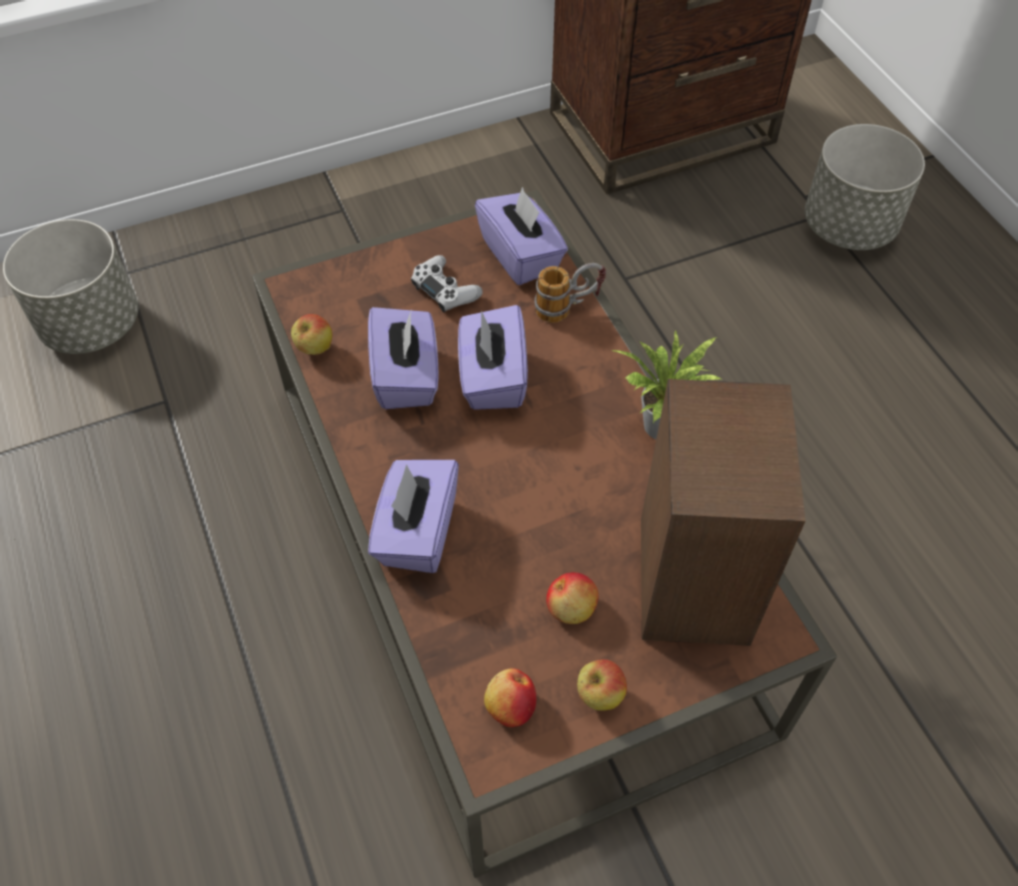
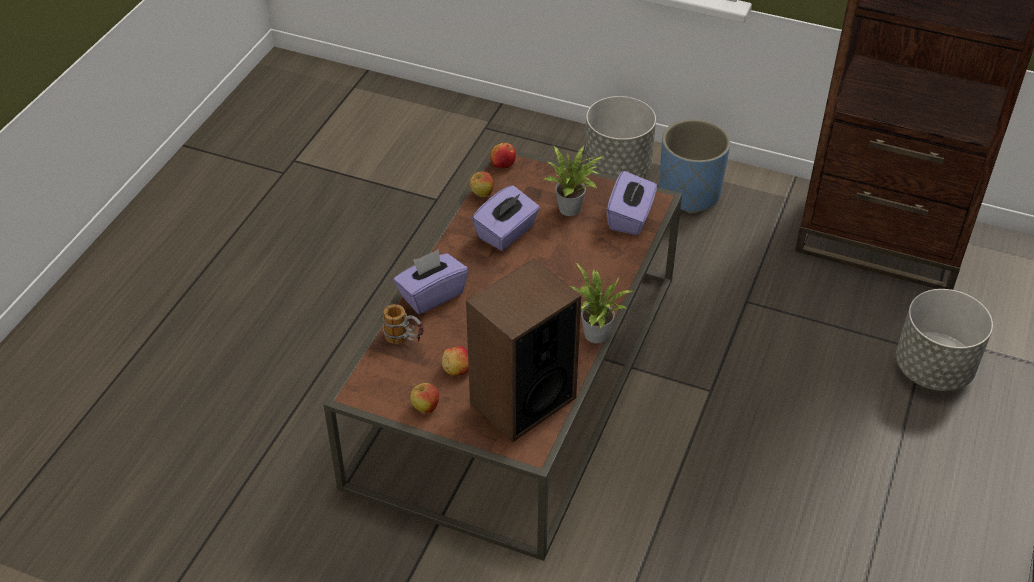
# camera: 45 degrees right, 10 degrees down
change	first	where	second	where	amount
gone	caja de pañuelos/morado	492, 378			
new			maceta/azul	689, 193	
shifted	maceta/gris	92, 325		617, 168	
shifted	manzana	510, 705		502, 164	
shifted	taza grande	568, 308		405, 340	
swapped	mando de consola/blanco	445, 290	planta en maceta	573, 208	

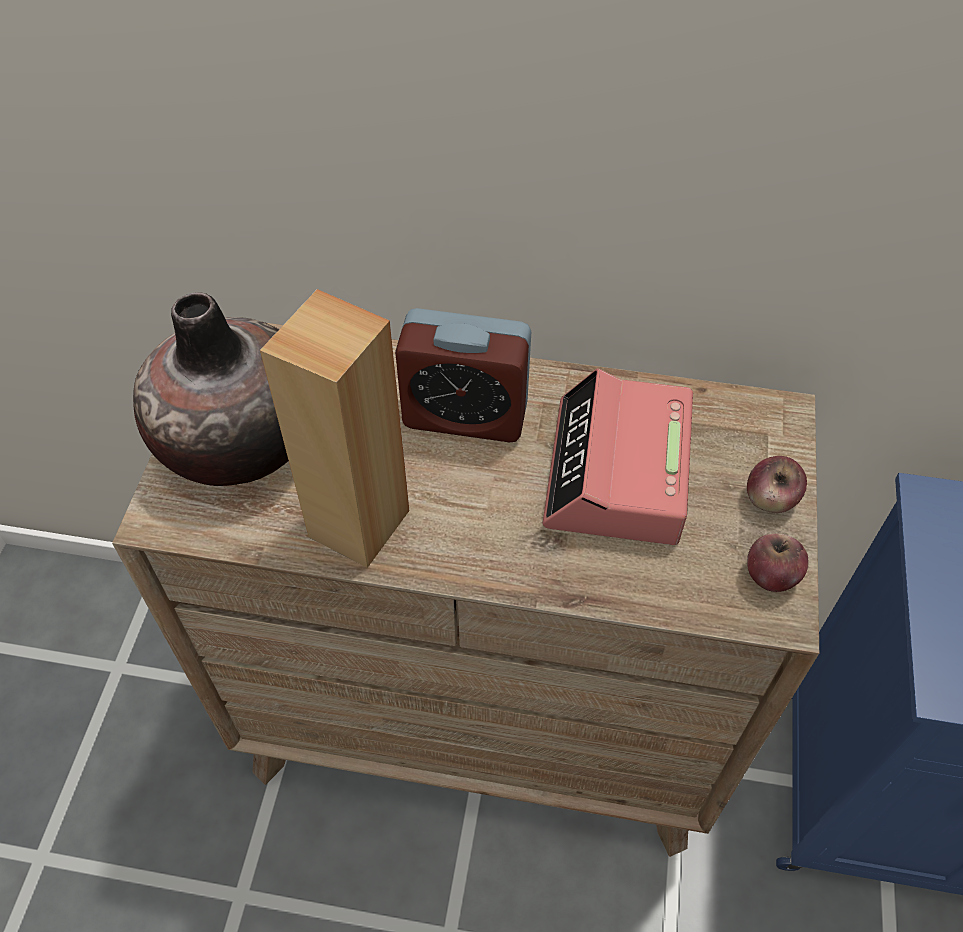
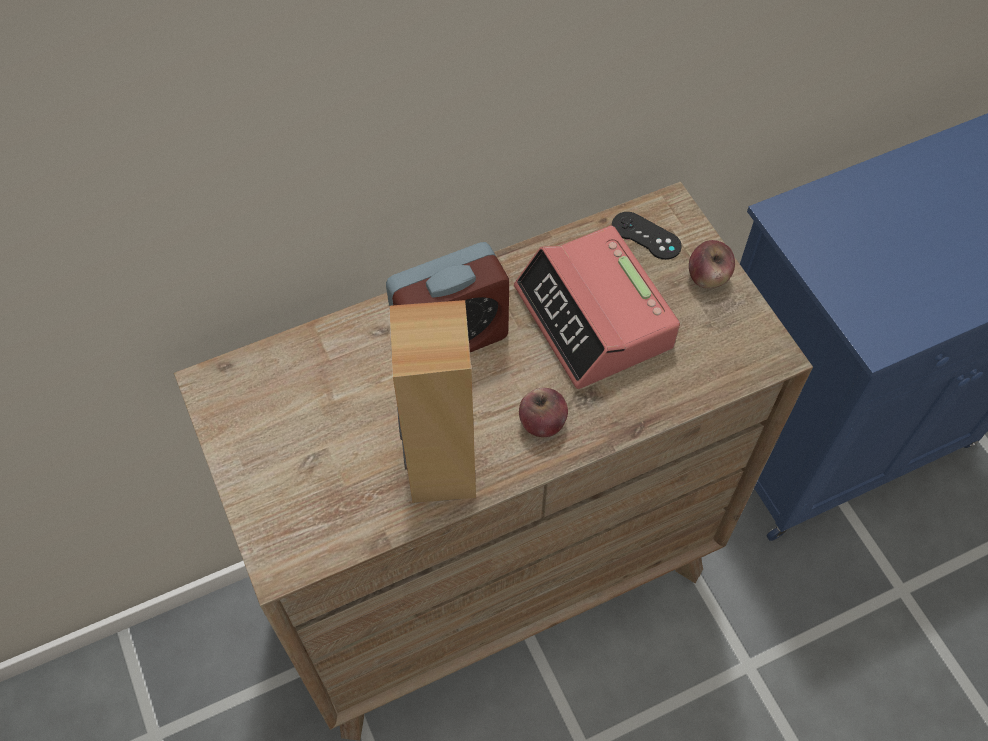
# camera: 35 degrees left, 5 degrees up
change	first	where	second	where	amount
gone	florero	239, 442			
new			mando de consola/negro	646, 236	
shifted	manzana	771, 575		542, 422	

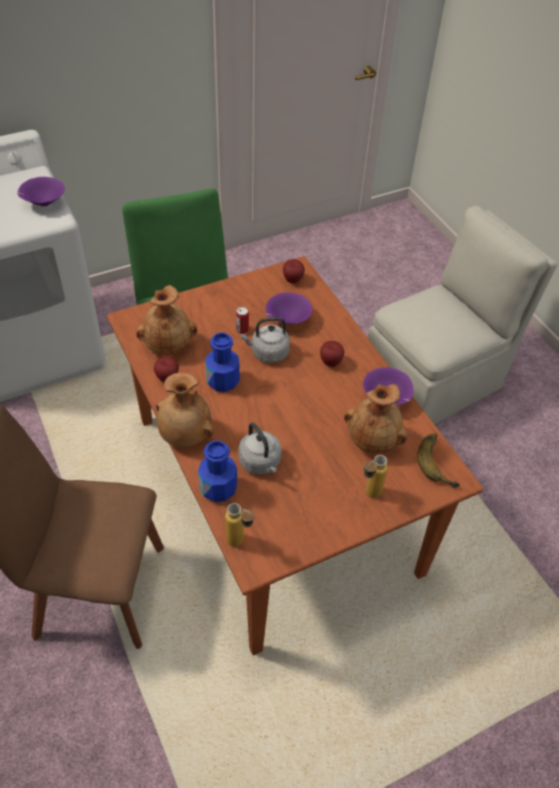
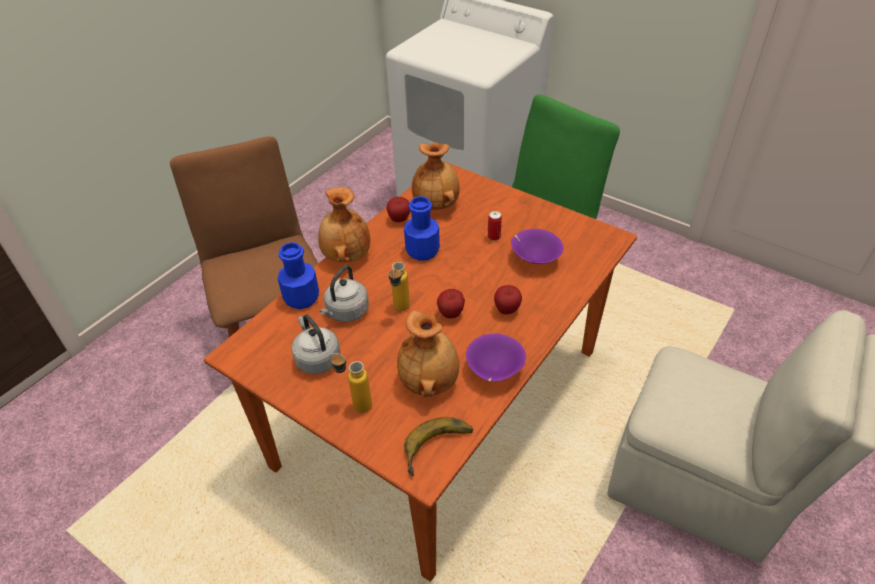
# camera: 65 degrees right, 5 degrees down
change	first	where	second	where	amount
gone	cuenco/morado	43, 203			
shifted	botella	240, 543		400, 311	
shifted	hervidor/gris	267, 353		317, 358	
shifted	manzana	293, 280		451, 314	

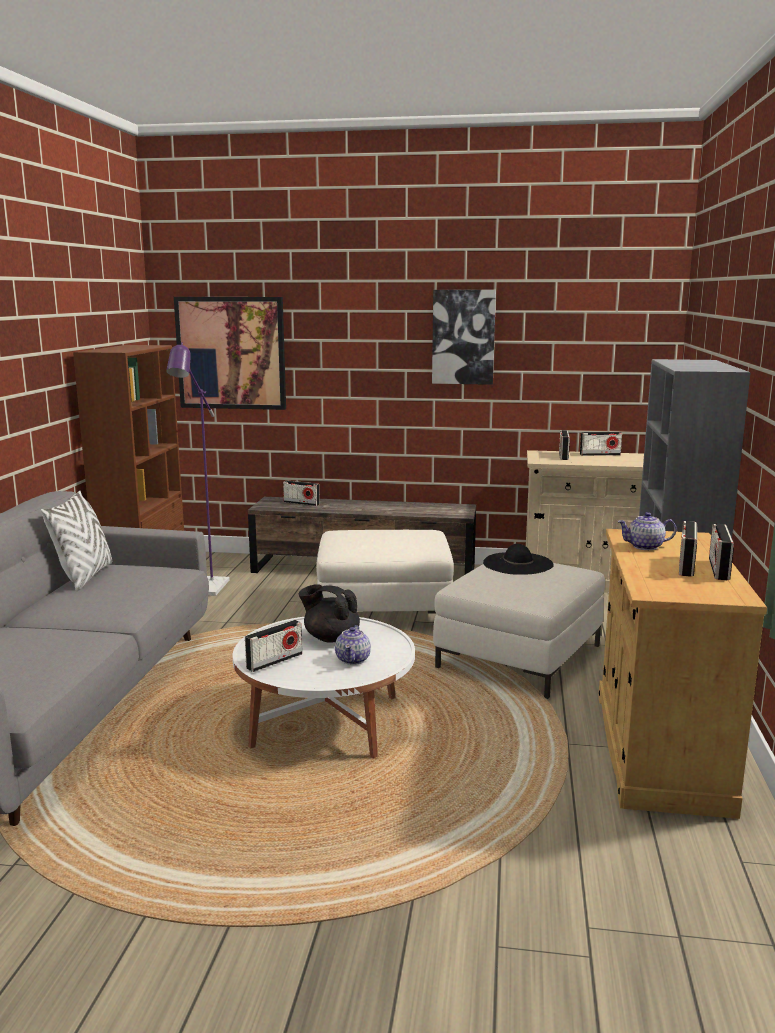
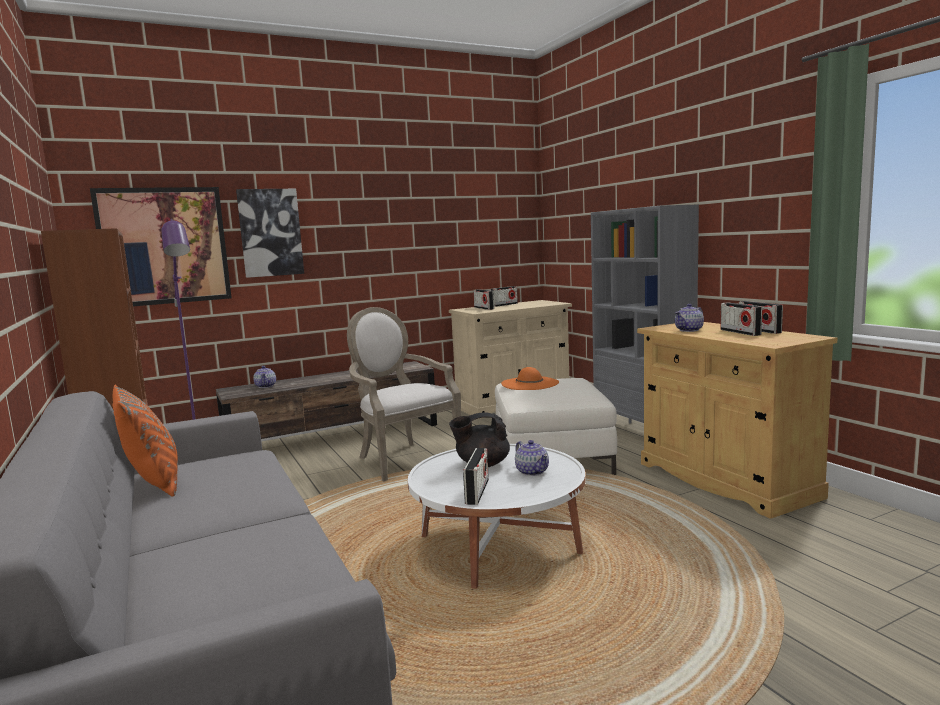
# camera: 35 degrees left, 5 degrees down
change	first	where	second	where	amount
shifted	cuadro	463, 337		270, 232	
swapped	radio	301, 503	tetera	266, 386	
swapped	puf/blanco	384, 611	sillón	403, 458	
repainted	cojín/blanco	84, 577	cojín/naranja	153, 484	
repainted	sombrero/negro	518, 564	sombrero/naranja	530, 383	

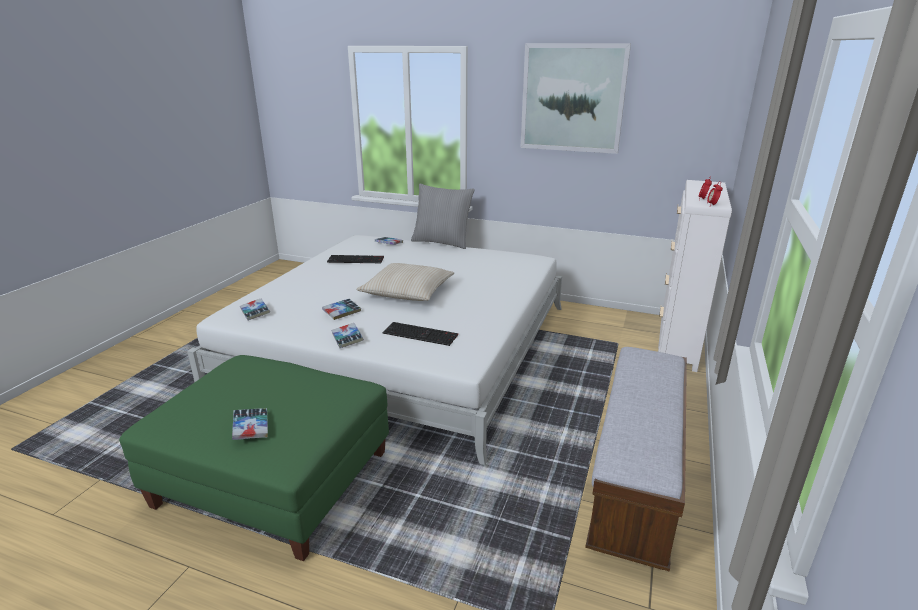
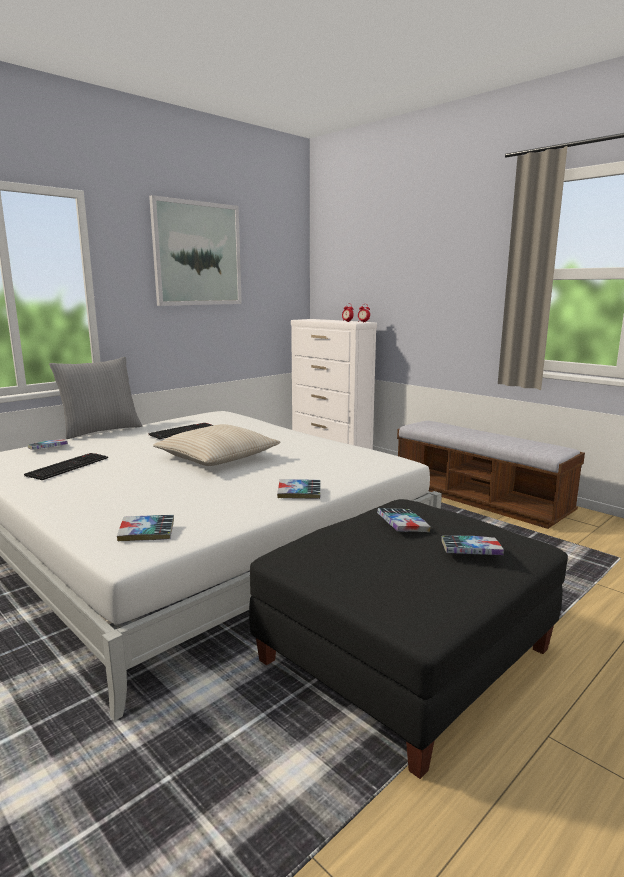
# camera: 65 degrees left, 10 degrees down
change	first	where	second	where	amount
shifted	libro	342, 312		402, 525	
shifted	teclado	421, 334		183, 431	
repainted	puf/verde	274, 478	puf/negro	405, 655	

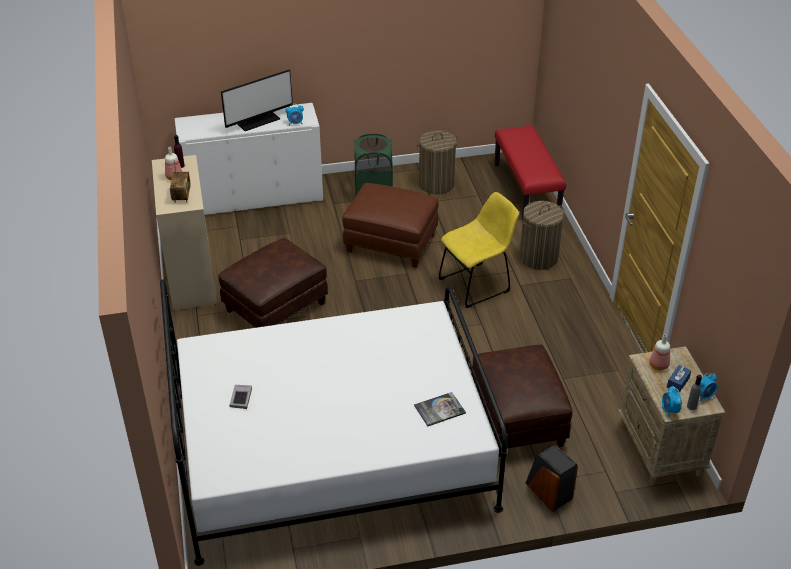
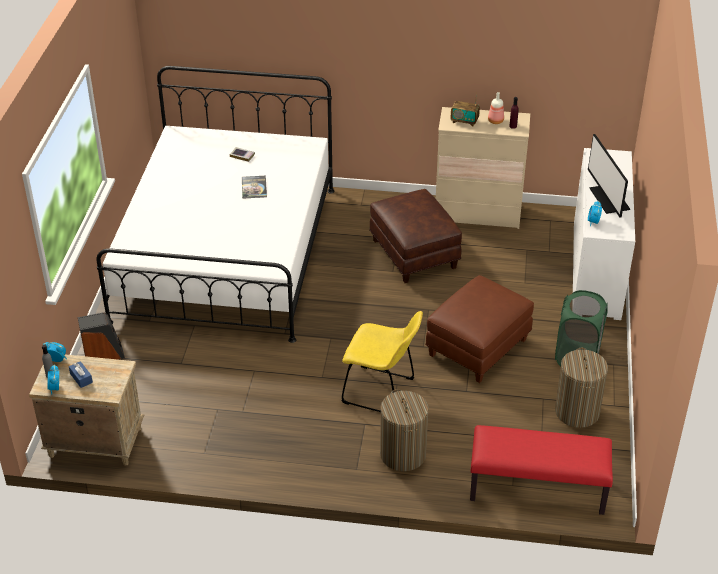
# camera: 110 degrees right, 0 degrees up
change	first	where	second	where	amount
gone	puf/marrón	516, 419			
gone	botella	659, 364			
shifted	libro	439, 409		254, 187	
rotated	silla/amarillo	477, 284		382, 392	60 degrees counterclockwise

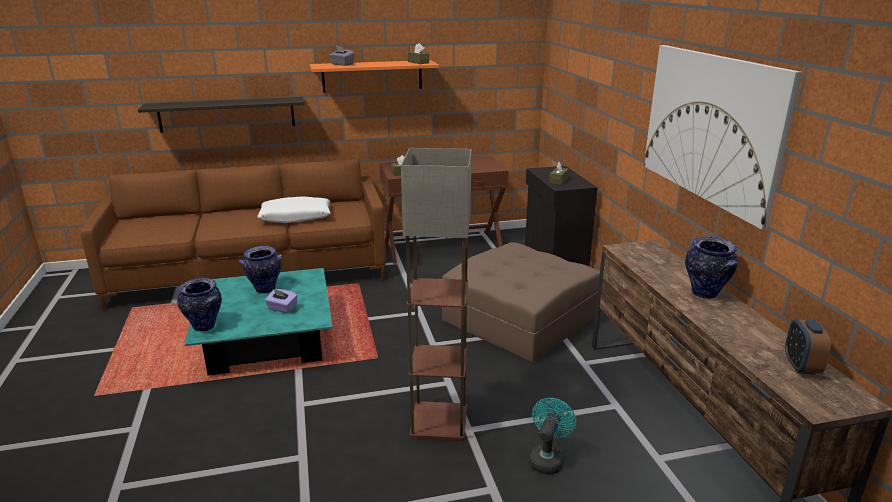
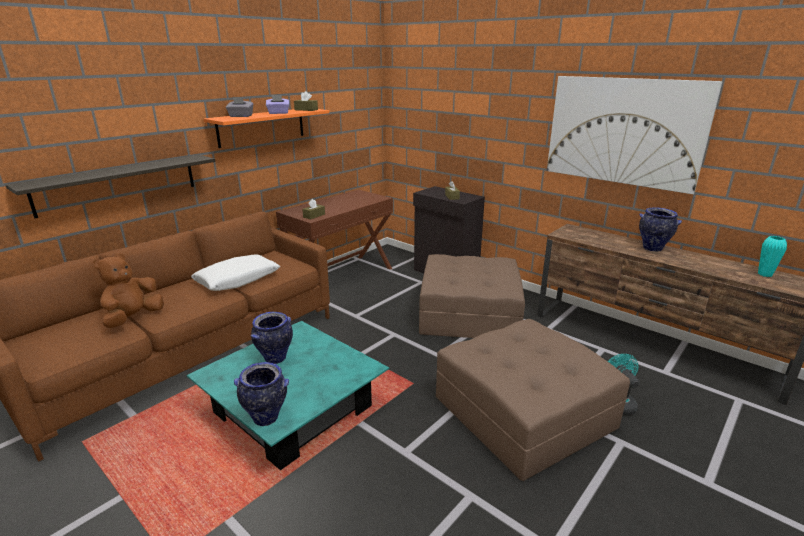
# camera: 35 degrees left, 0 degrees up
change	first	where	second	where	amount
new			peluche/marrón	133, 318	
shifted	caja de pañuelos/morado	282, 308		278, 113	
swapped	lámpara de pie	440, 421	puf/marrón	524, 411	
swapped	despertador	801, 366	florero/turquesa	764, 274	

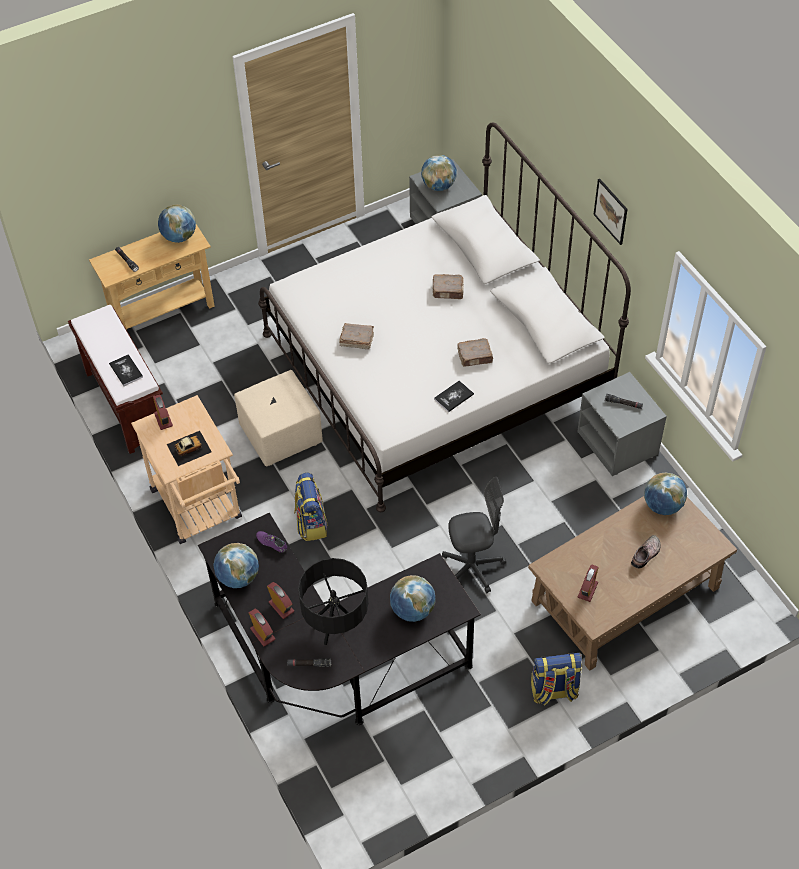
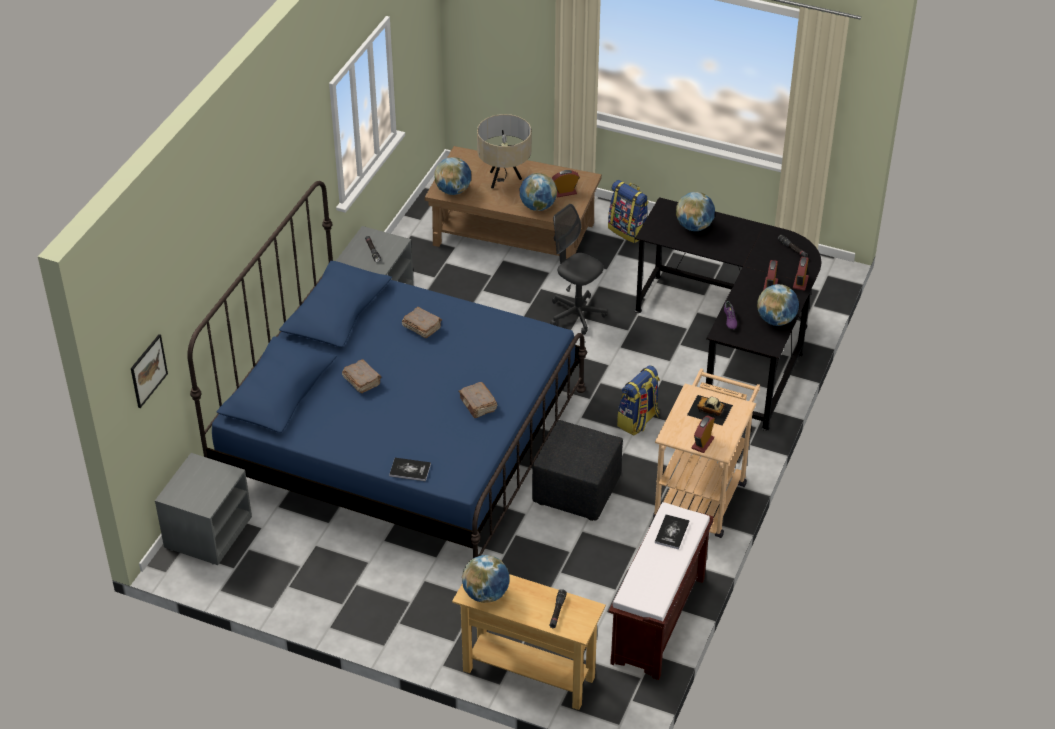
# camera: 130 degrees left, 10 degrees down
change	first	where	second	where	amount
gone	lámpara de mesa/negro	336, 627			
shifted	globo terráqueo	439, 185		537, 206	
shifted	libro	453, 397		410, 470	
shifted	cuadro	611, 211		148, 370	
swapped	zapato	646, 554	lámpara de mesa/beis	504, 180	
repainted	puf/beis	282, 436	puf/negro	576, 491	
repainted	cama/blanco	435, 367	cama/azul	400, 439	

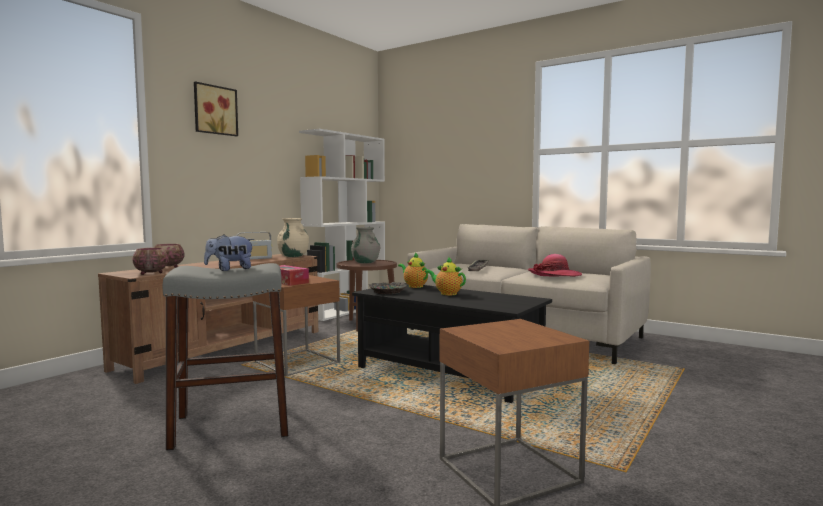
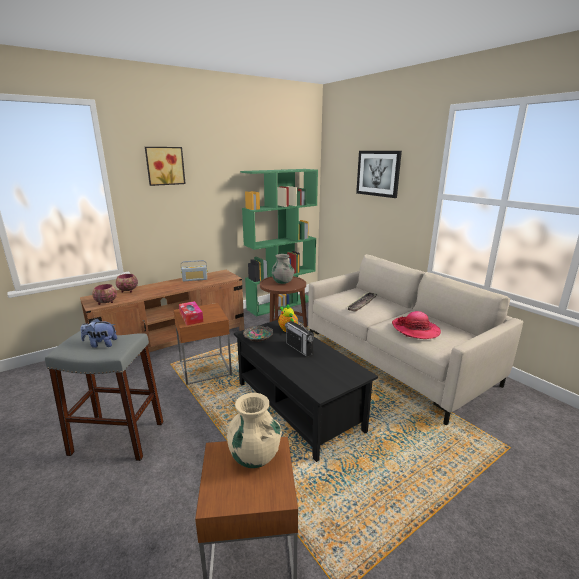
# camera: 20 degrees right, 15 degrees up
change	first	where	second	where	amount
new			cuadro	378, 173	
shifted	florero/beis	293, 256		254, 456	
swapped	tetera	447, 293	radio	299, 348	
repainted	estantería/blanco	346, 310	estantería/verde	281, 304	

